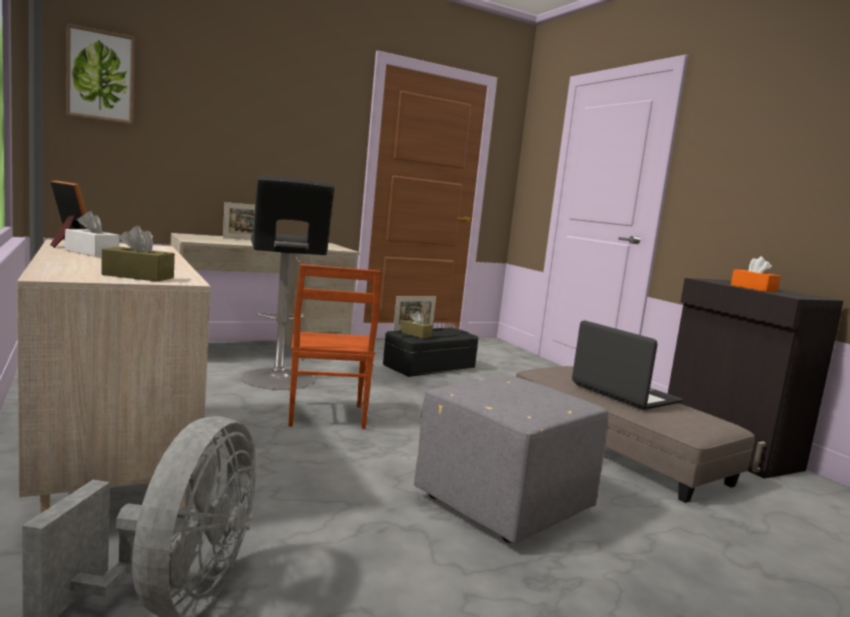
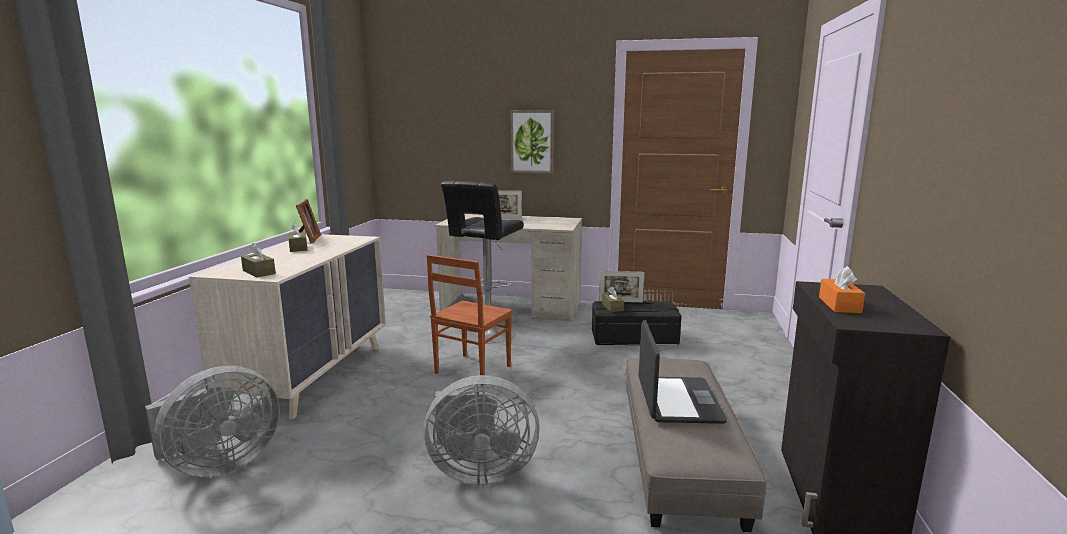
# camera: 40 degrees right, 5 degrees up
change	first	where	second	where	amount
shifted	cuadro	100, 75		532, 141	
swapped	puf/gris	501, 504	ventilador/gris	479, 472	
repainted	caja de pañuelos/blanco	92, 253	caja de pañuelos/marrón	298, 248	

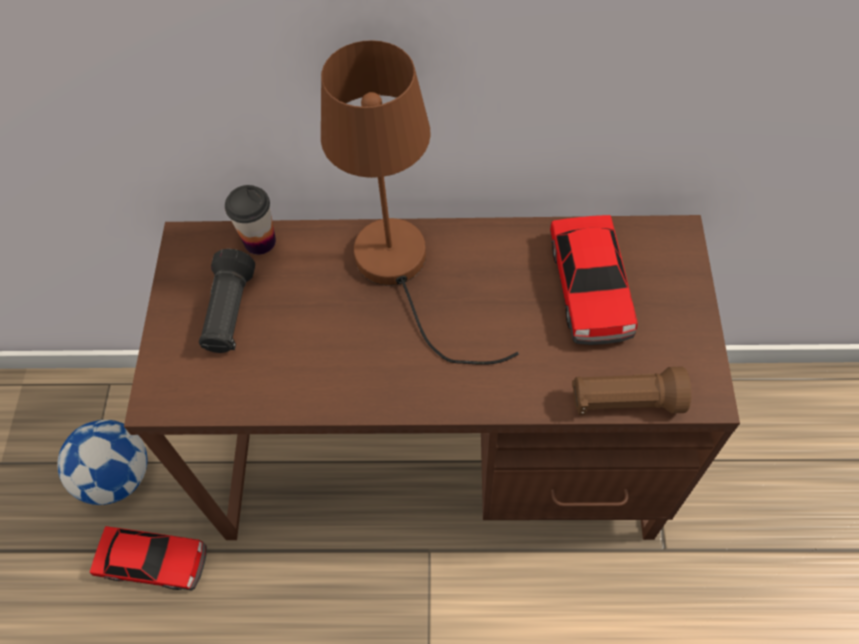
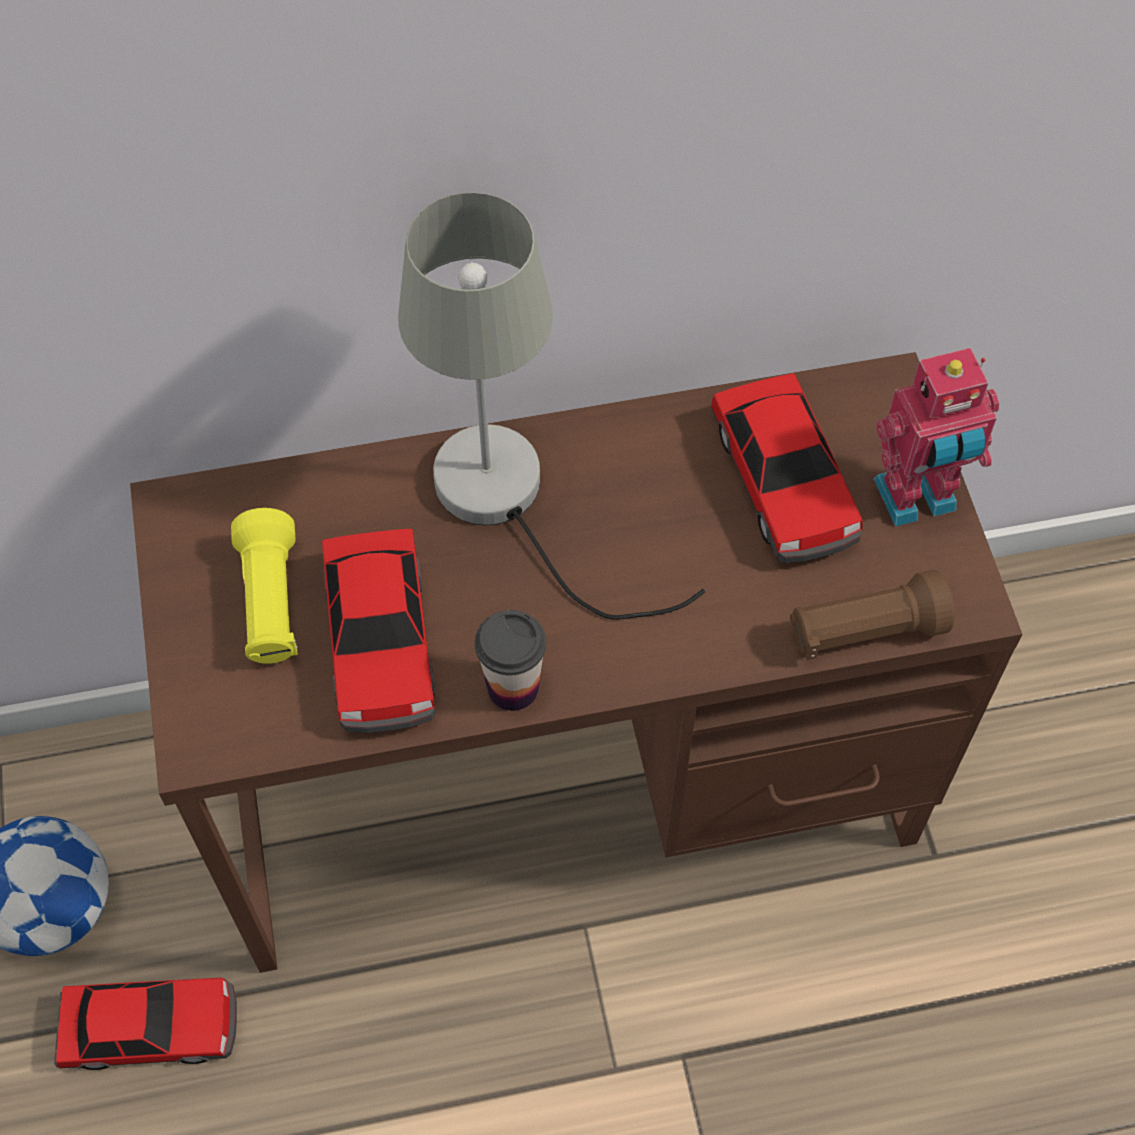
# camera: 15 degrees left, 0 degrees up
change	first	where	second	where	amount
new			coche de juguete	380, 642	
new			robot de juguete	917, 500	
shifted	taza	260, 241		513, 687	
repainted	linterna/negro	229, 313	linterna/amarillo	270, 603	
repainted	lámpara de mesa/marrón	402, 272	lámpara de mesa/gris	511, 502	

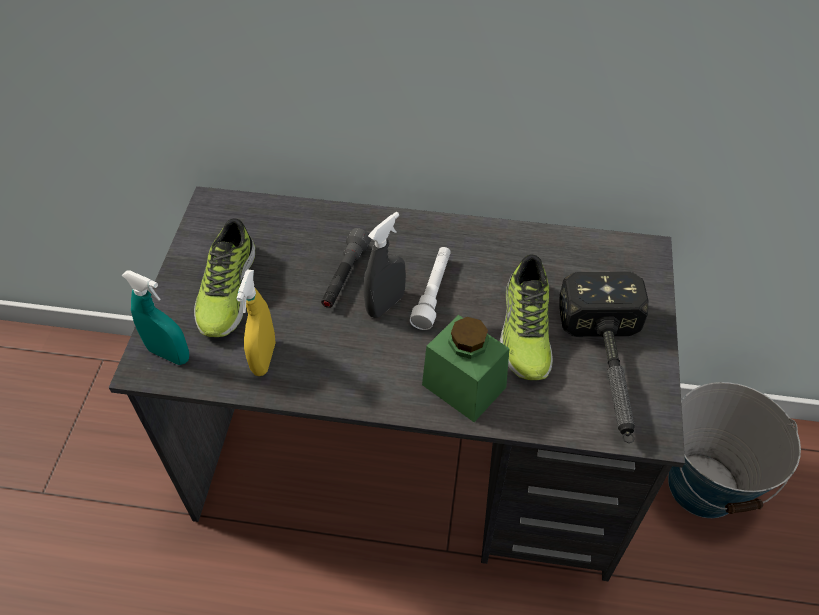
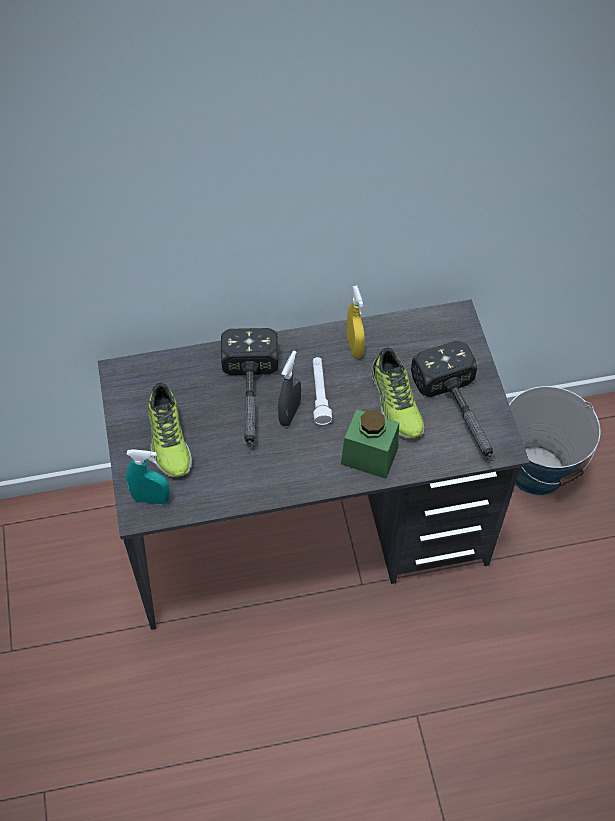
# camera: 20 degrees left, 5 degrees up
change	first	where	second	where	amount
shifted	pulverizador/amarillo	264, 358		354, 346	
swapped	linterna/gris	345, 276	martillo	250, 400	

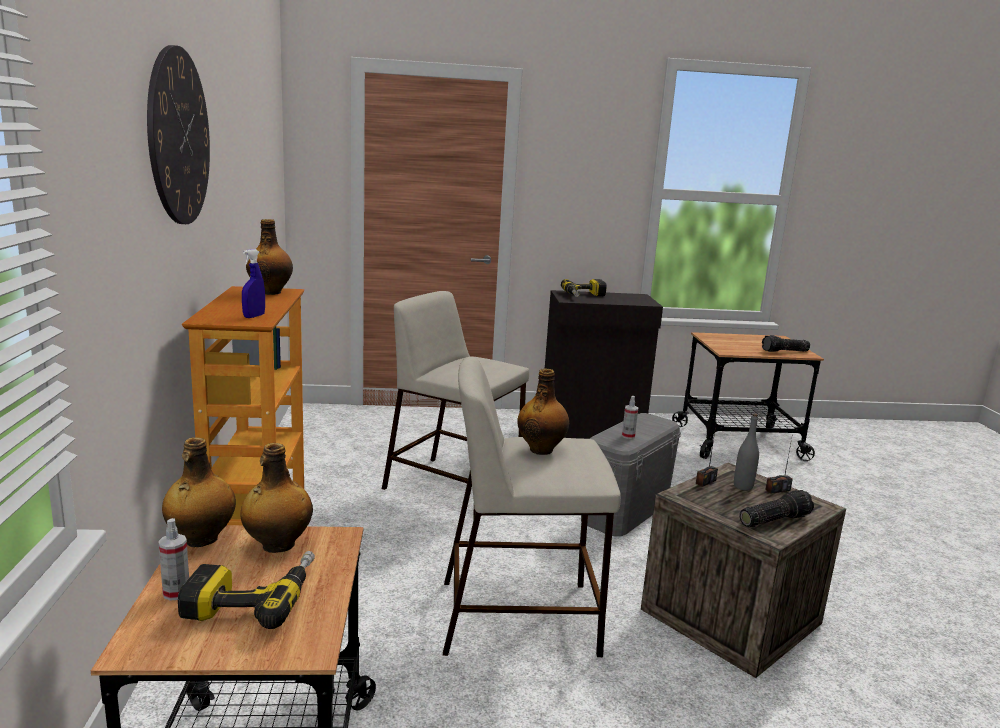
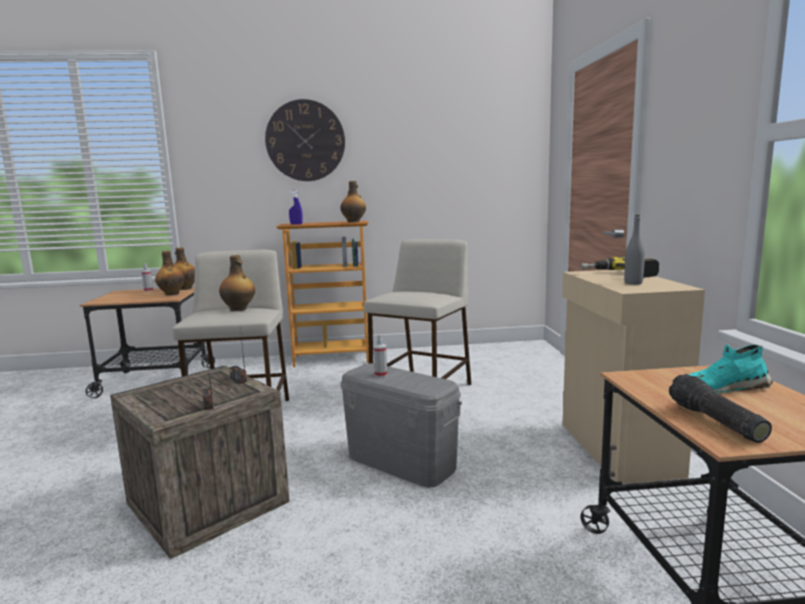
# camera: 90 degrees right, 5 degrees down
change	first	where	second	where	amount
gone	taladro	253, 597			
gone	linterna	773, 519			
new			zapato/turquesa	723, 388	
shifted	botella/gris	743, 486		633, 283	
repainted	armario/negro	592, 430	armario/beis	616, 449	

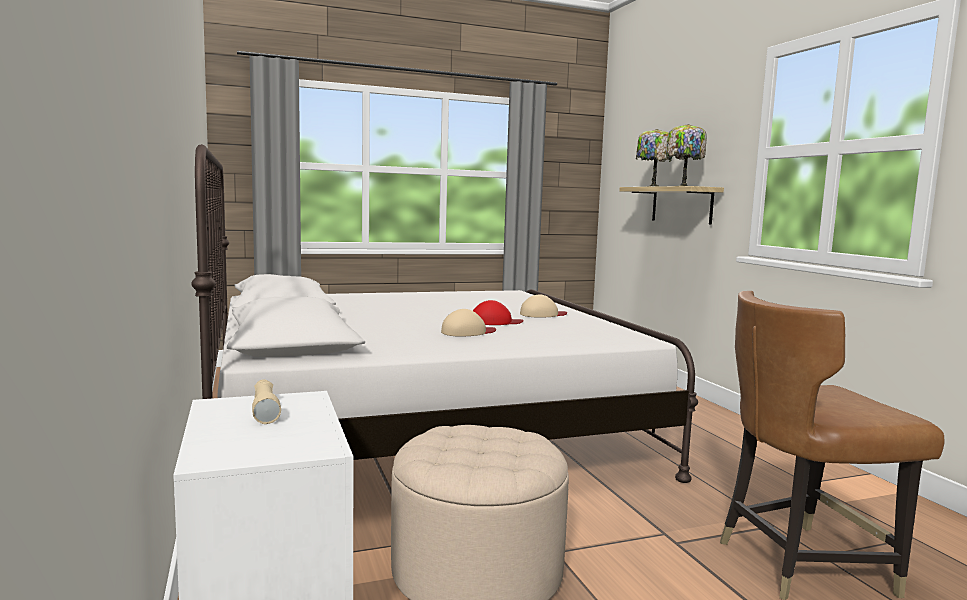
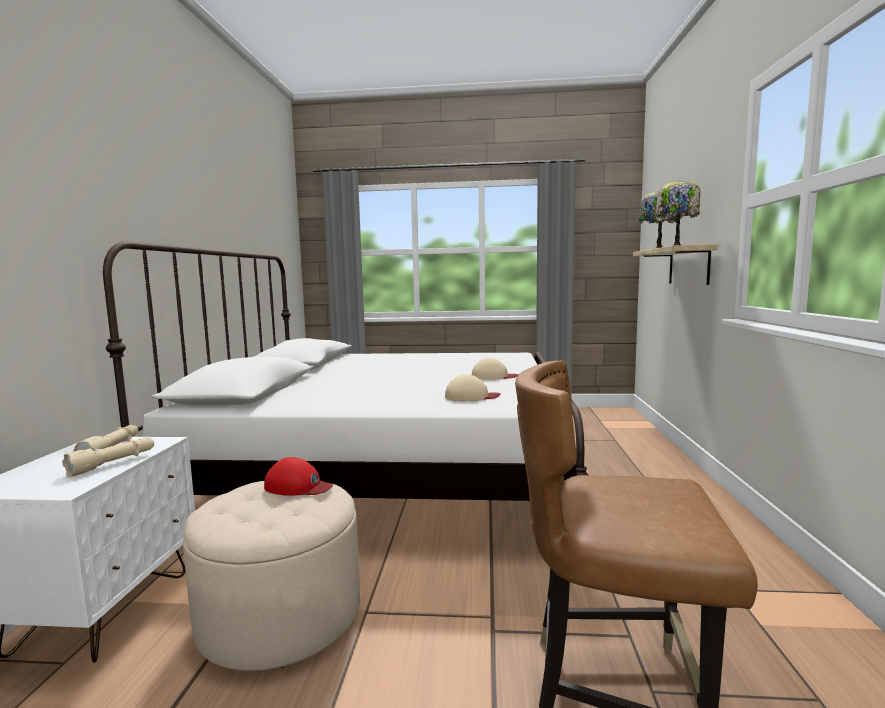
# camera: 25 degrees right, 0 degrees up
change	first	where	second	where	amount
new			linterna/beis	113, 464	
shifted	gorra/beis	468, 332		471, 397	
shifted	gorra/rojo	495, 322		298, 486	

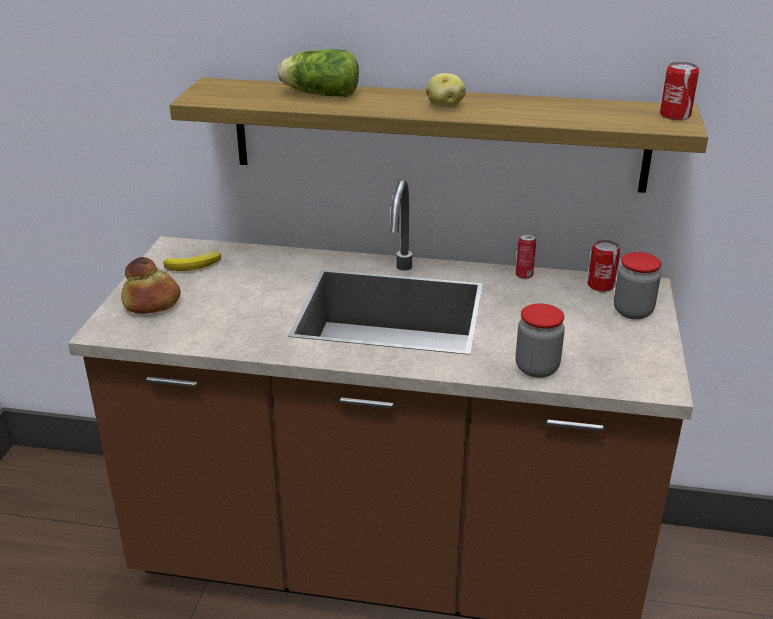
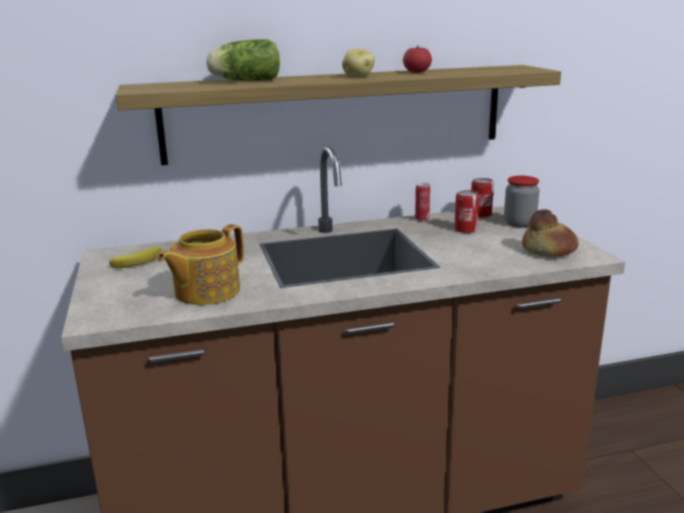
# camera: 25 degrees left, 10 degrees down
change	first	where	second	where	amount
gone	tarro	537, 368			
new			tetera	205, 291	
new			tomate	417, 72	
shifted	pan	151, 303		548, 251	
shifted	lata	675, 115		465, 229	

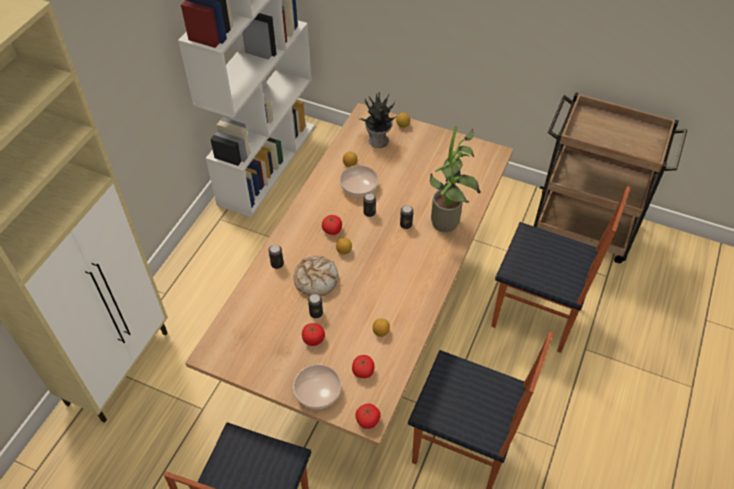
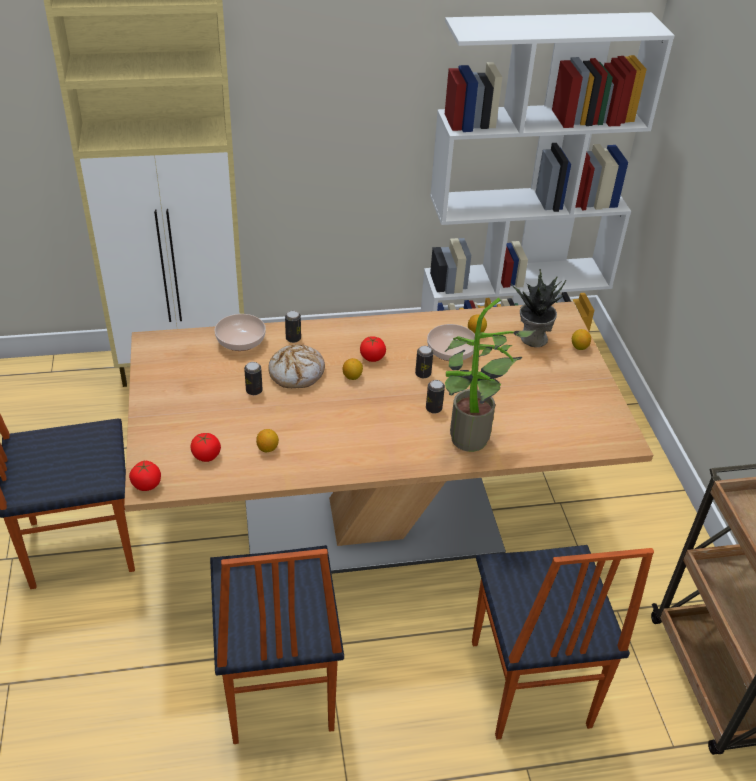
# camera: 55 degrees right, 10 degrees down
change	first	where	second	where	amount
gone	tomate	313, 339			
shifted	cuenco	317, 392		240, 340	

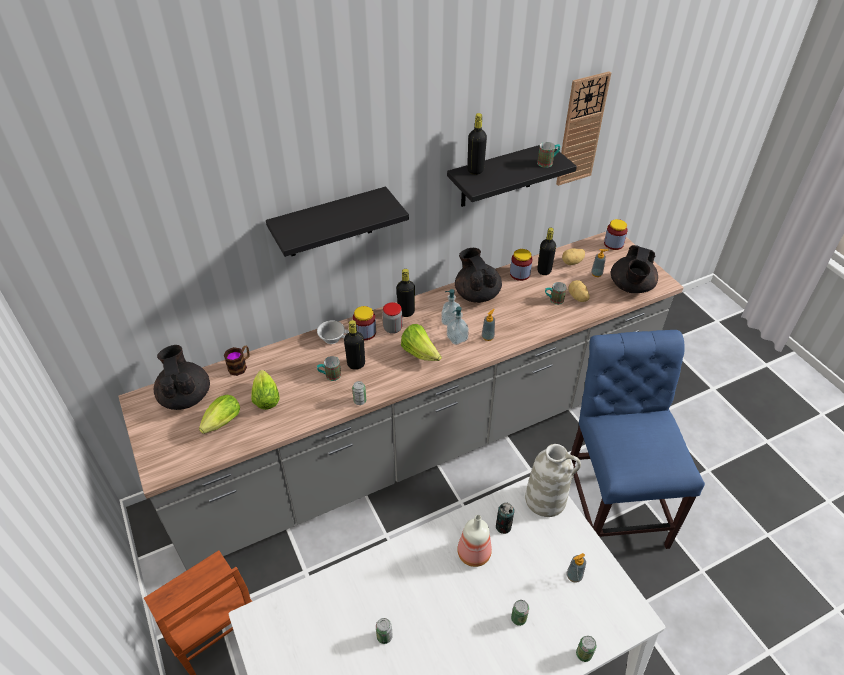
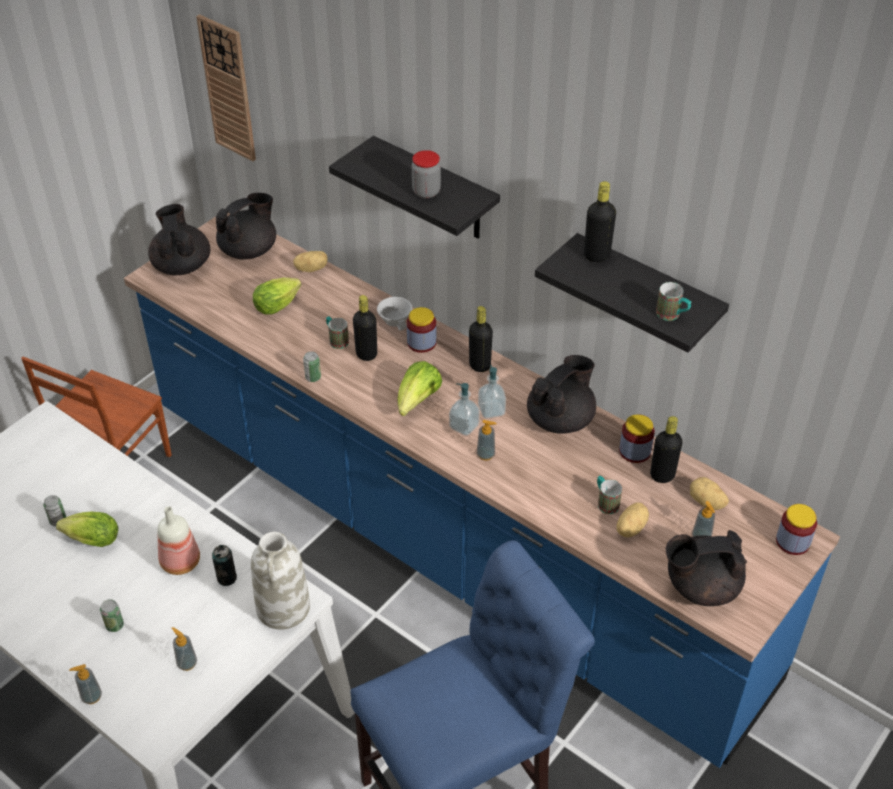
# camera: 65 degrees right, 0 degrees up
change	first	where	second	where	amount
new			tetera/negro	182, 265	
shifted	lechuga	221, 424		90, 540	
shifted	tarro	393, 328		426, 192	
shifted	reloj de pared	581, 130		228, 89	
swapped	taza grande	240, 366	patata	311, 269	
swapped	lata	583, 654	dispensador de jabón	91, 696	
repainted	mueble bajo de cocina/gris	422, 440	mueble bajo de cocina/azul	446, 540	

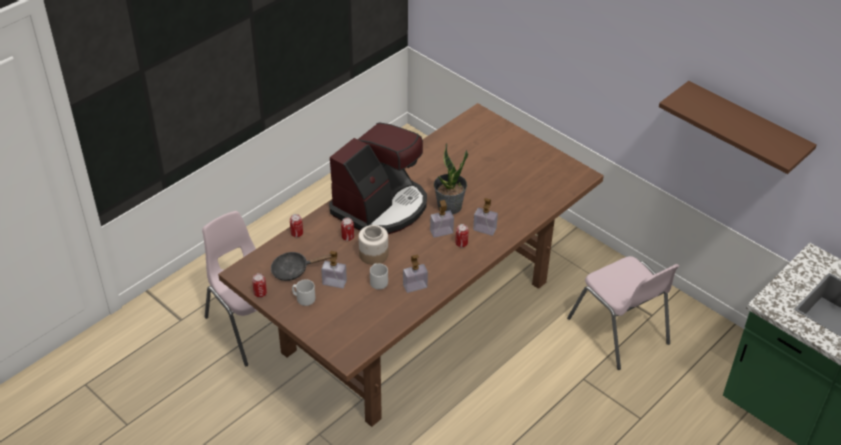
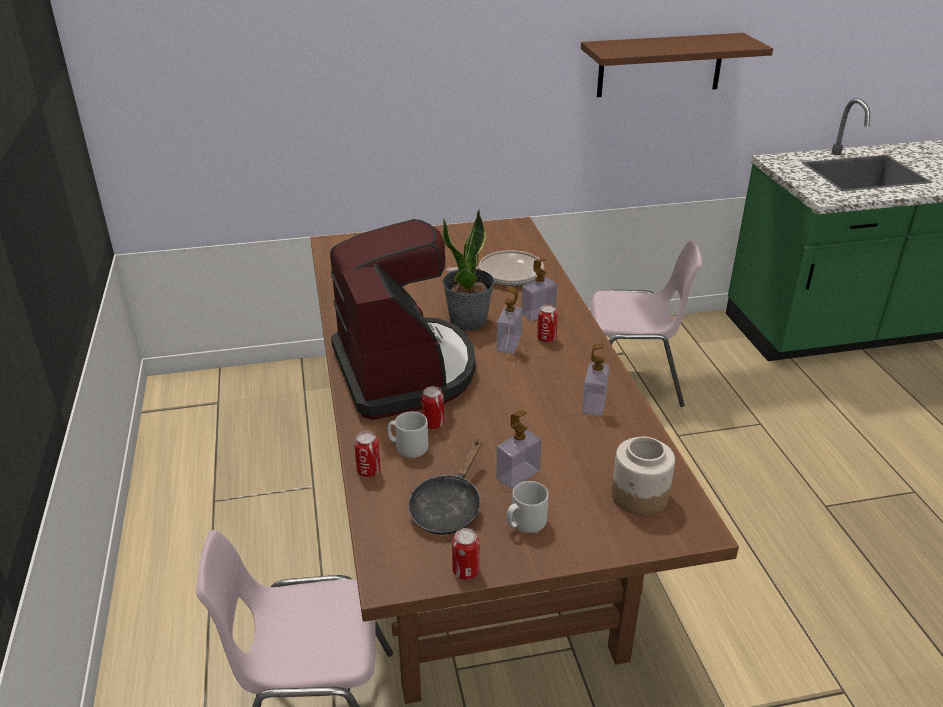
# camera: 55 degrees left, 10 degrees down
change	first	where	second	where	amount
new			sartén	506, 274	
shifted	tarro	373, 254		639, 496	
shifted	taza grande/gris	378, 281		408, 447	

